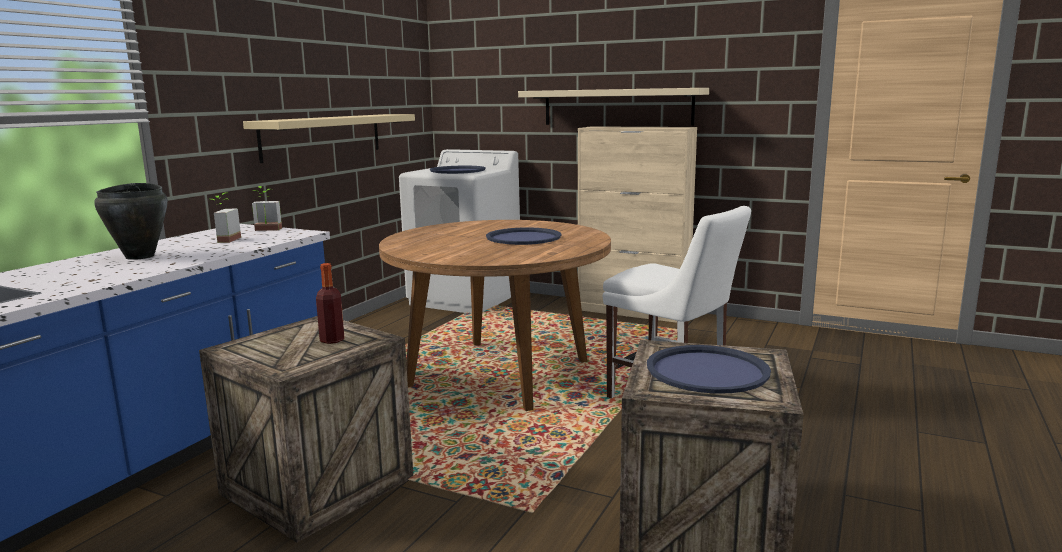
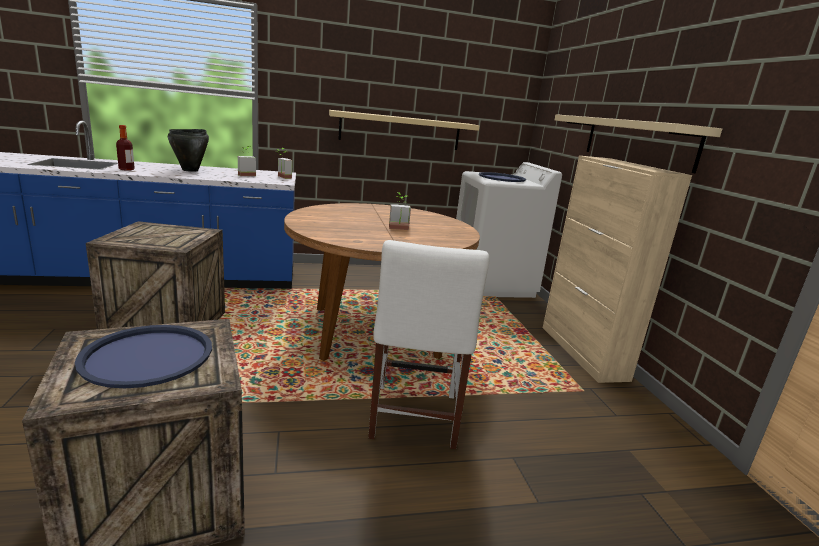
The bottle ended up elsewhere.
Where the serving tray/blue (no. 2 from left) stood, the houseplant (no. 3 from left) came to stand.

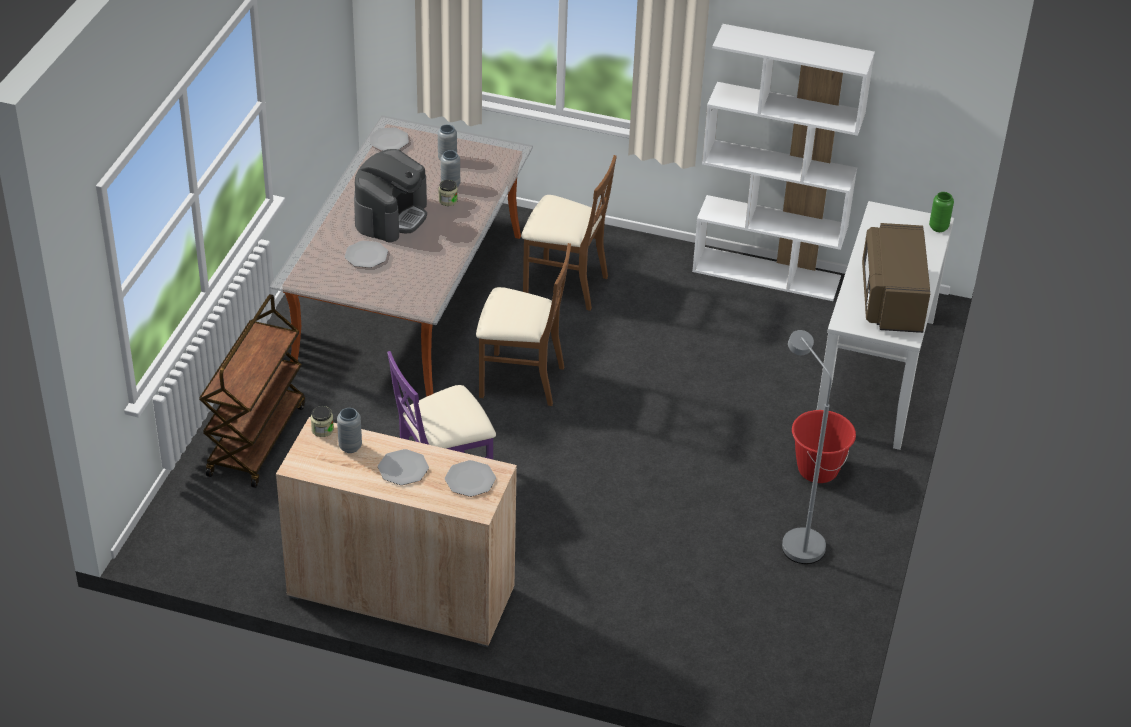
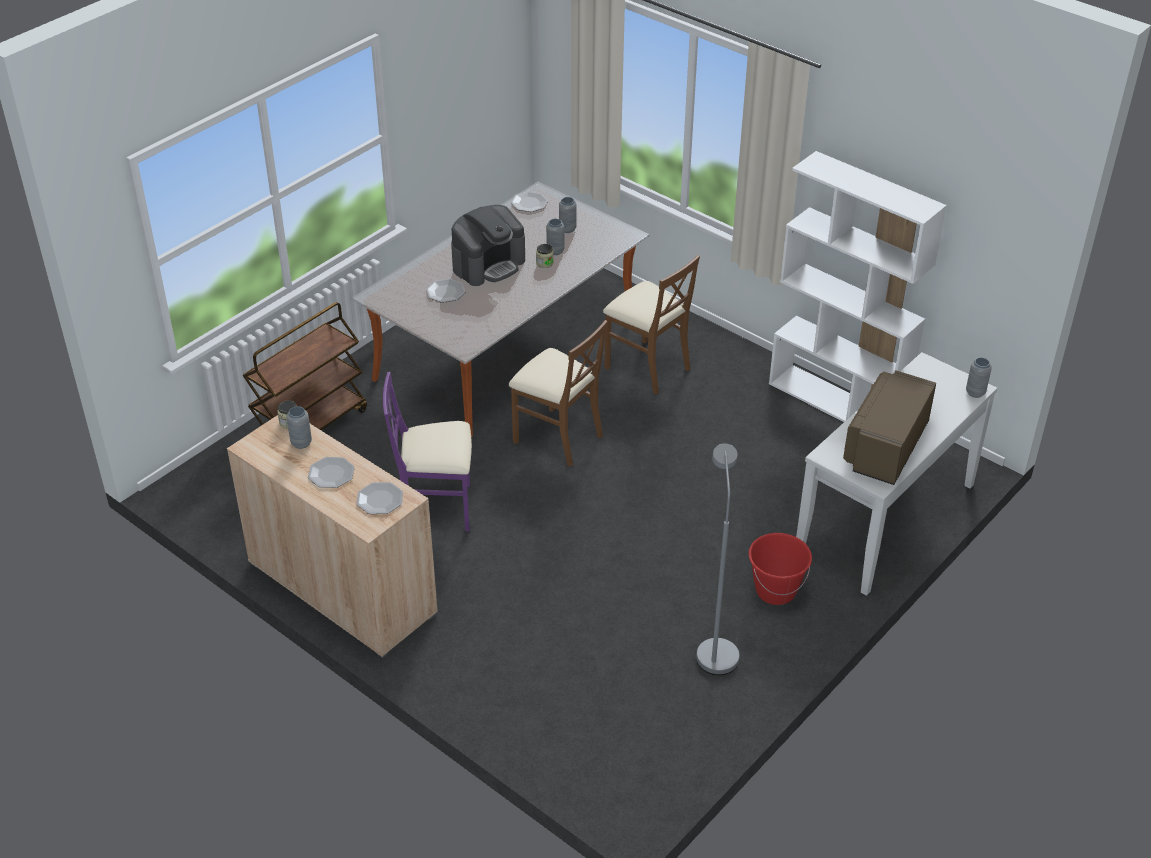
What was the flower vase/green-coloured turned into the flower vase/greyish (no. 4 from left).

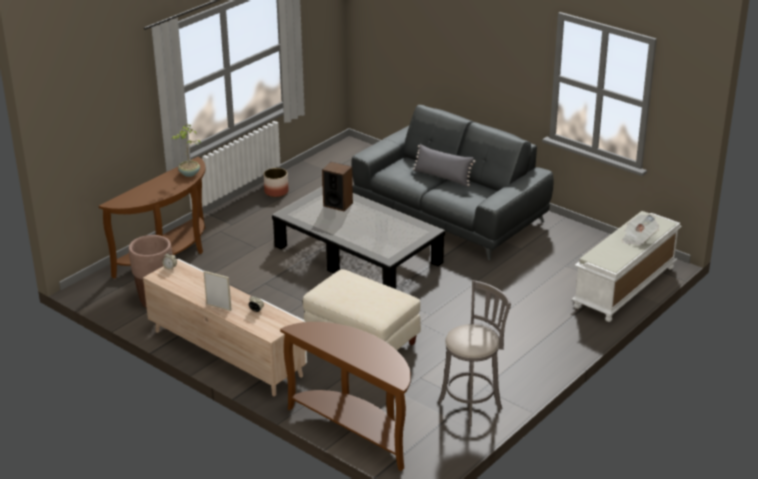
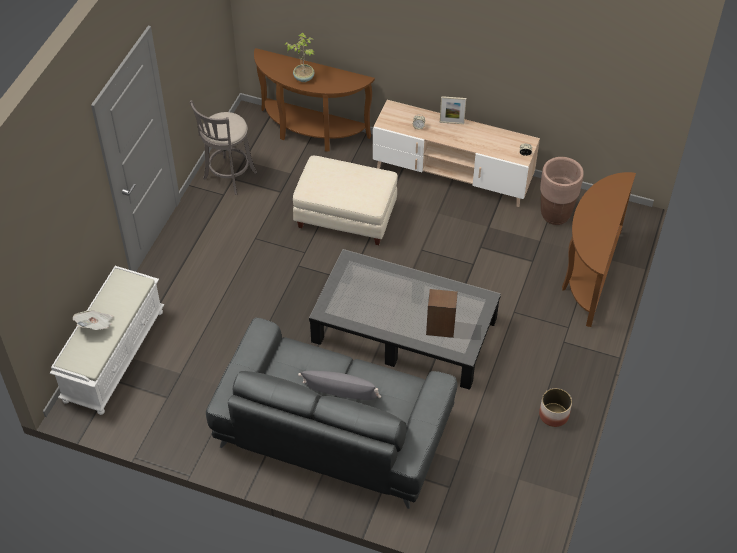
The houseplant ended up elsewhere.

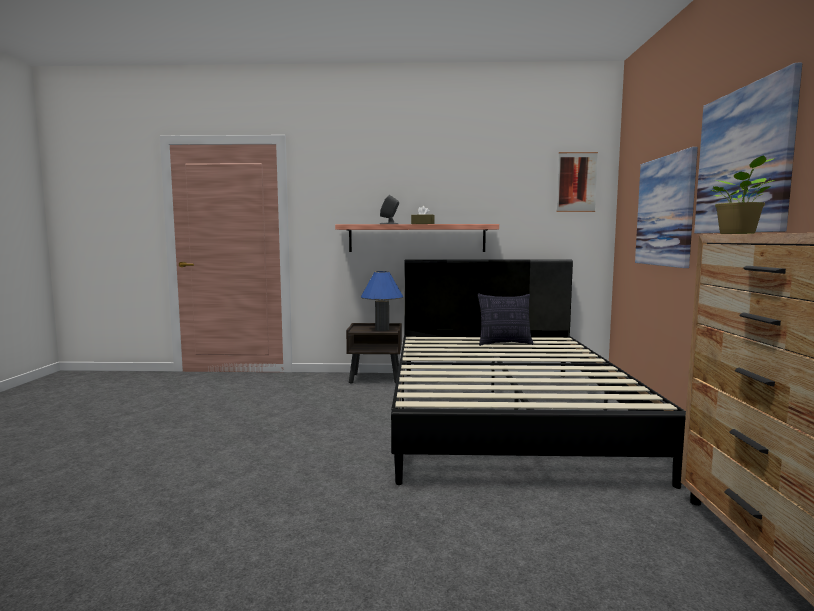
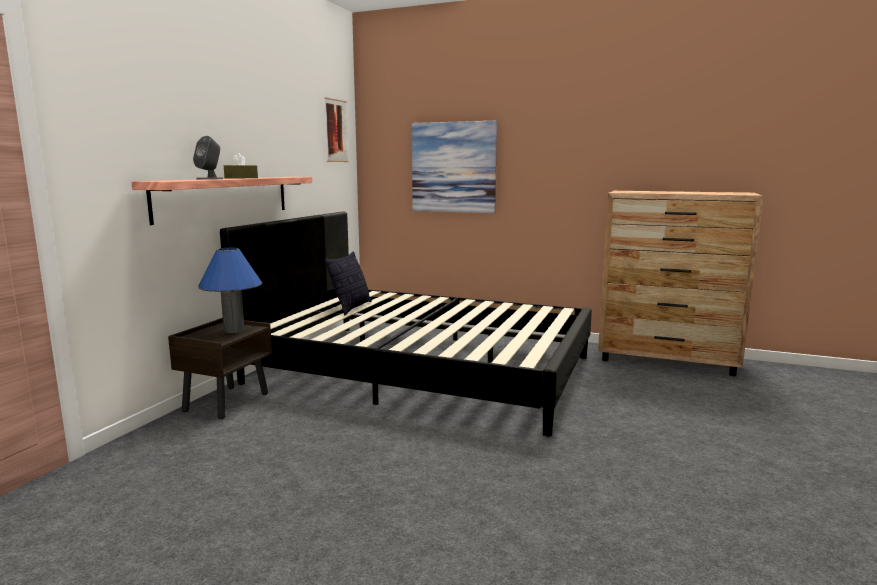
The second view lost the wall art (no. 3 from left).
The second view lost the houseplant.

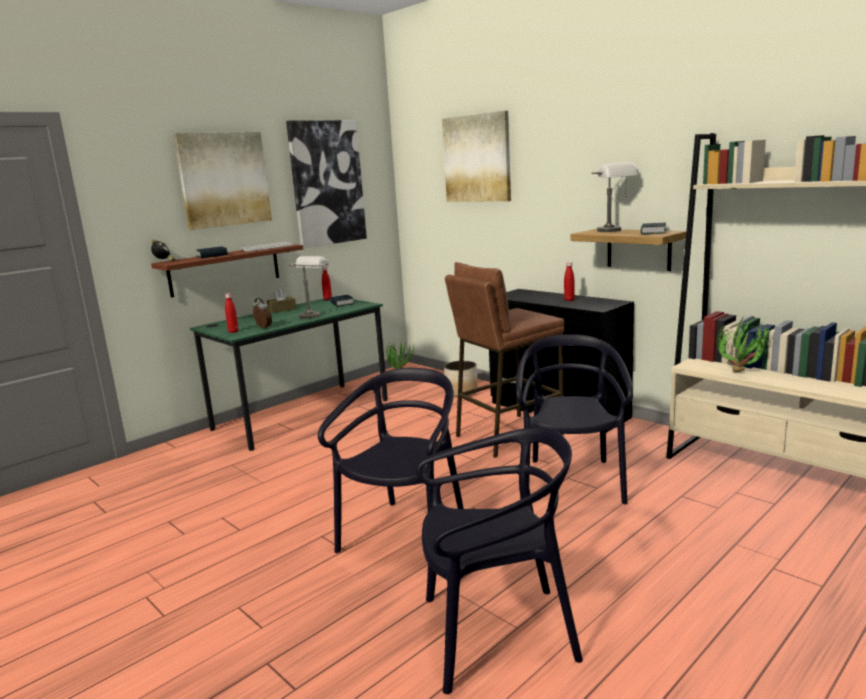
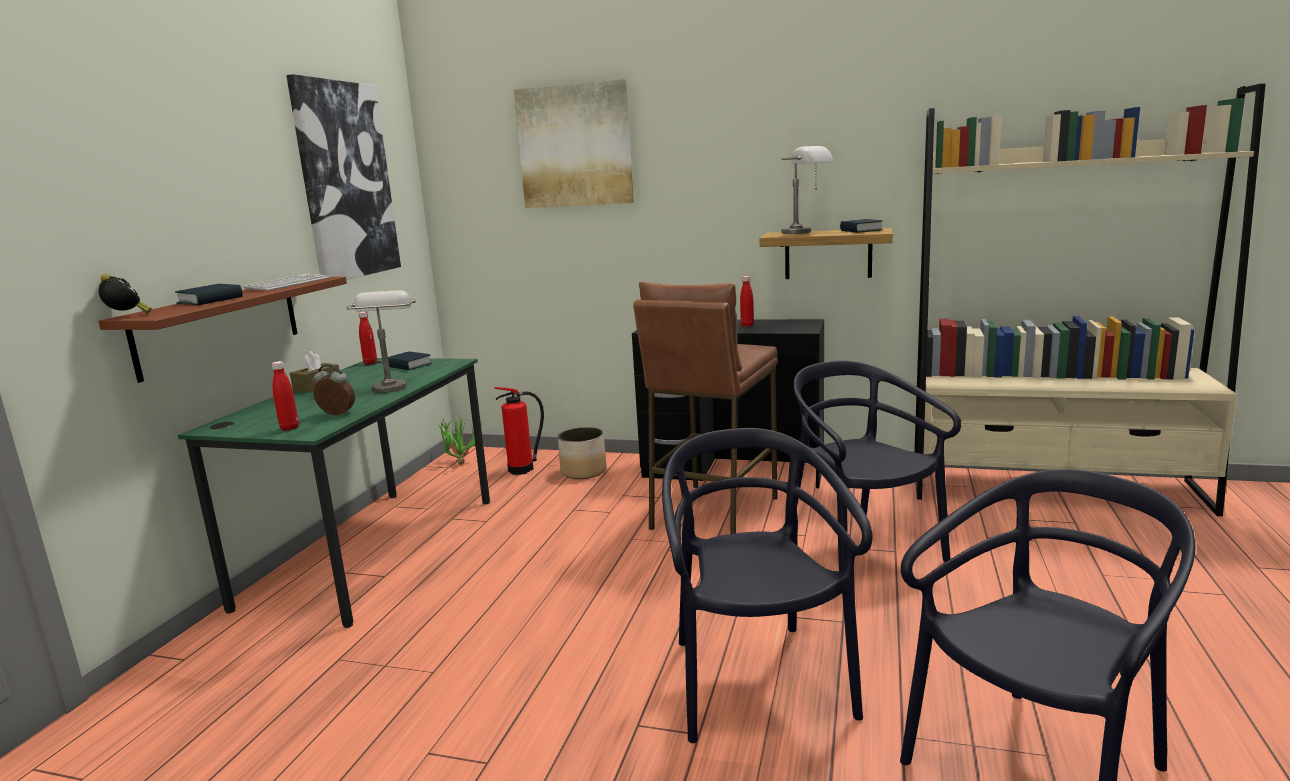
The second view gained the fire extinguisher.
The second view lost the wall art (no. 1 from left).
The second view lost the houseplant (no. 2 from left).

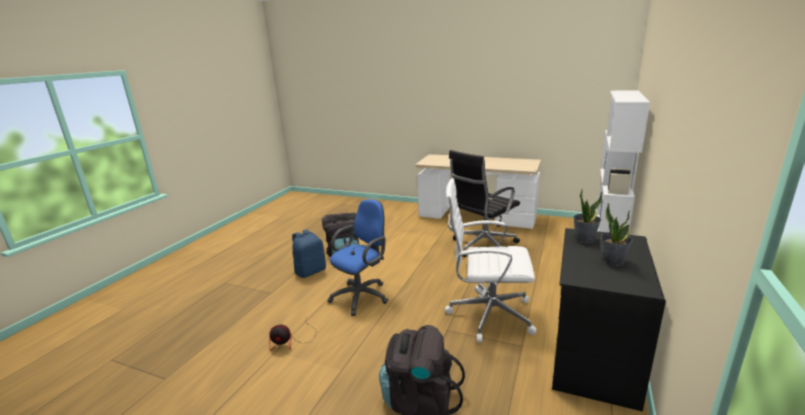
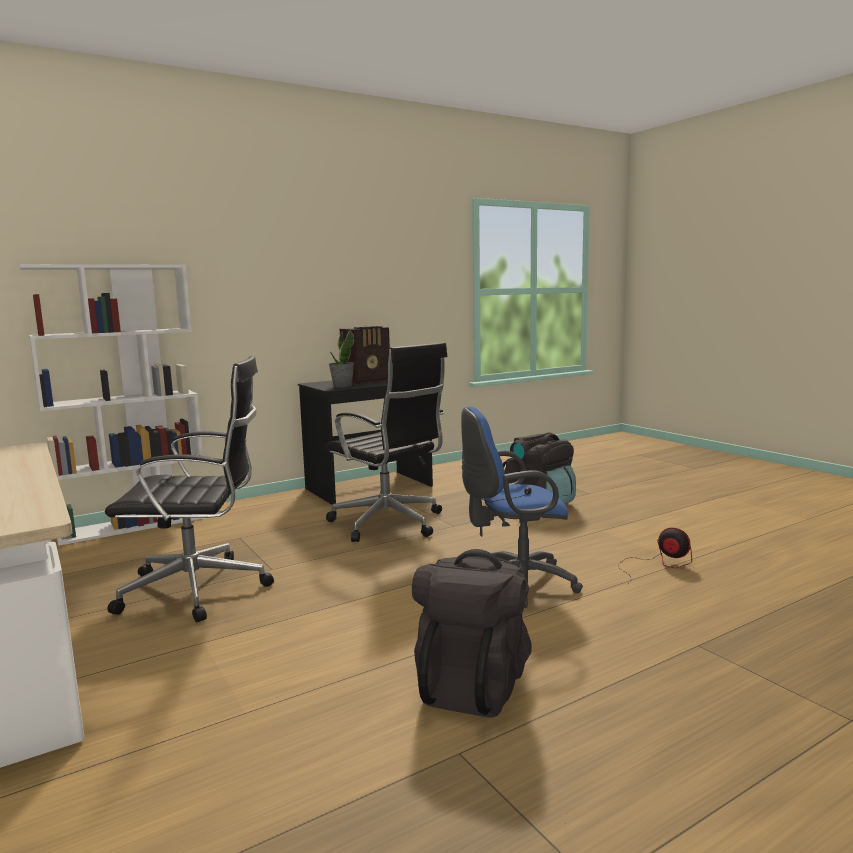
What was the desk chair/whitish turned into the desk chair/black (no. 2 from left).
Where the houseplant (no. 2 from left) stood, the radio came to stand.
The second view lost the rucksack/blue.

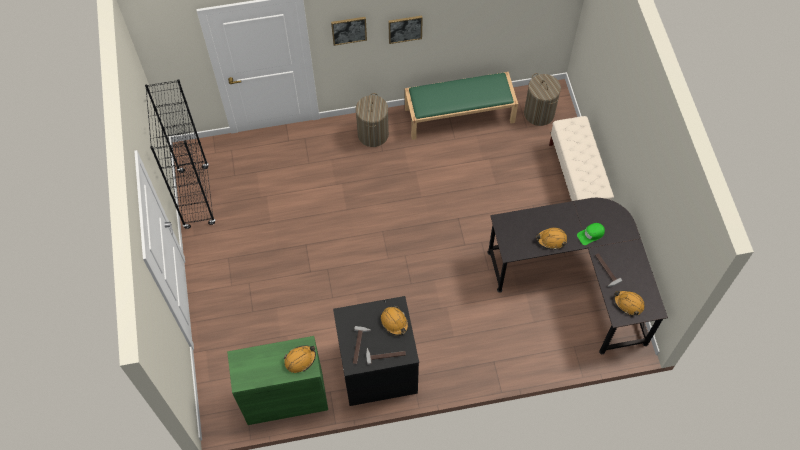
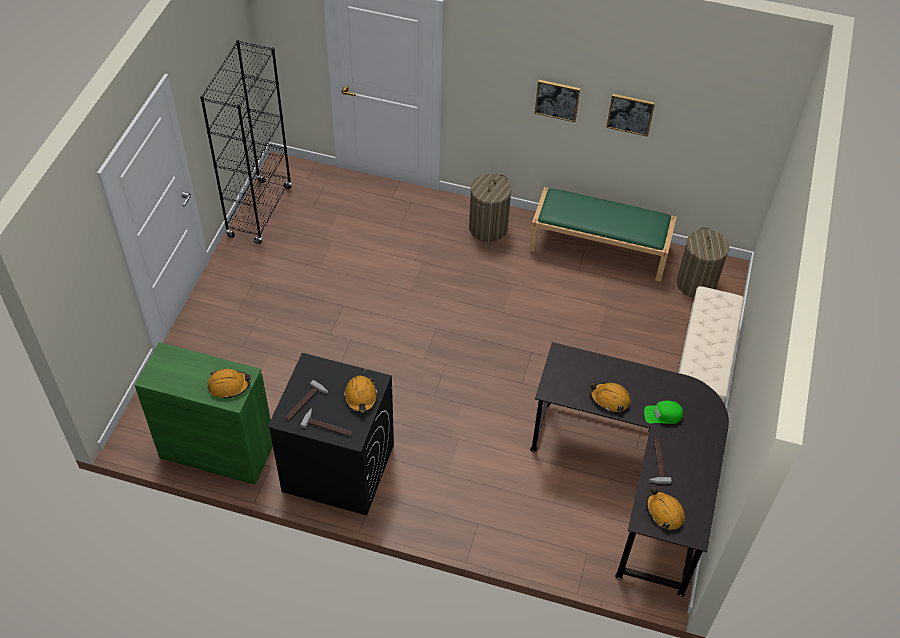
The wall art (no. 1 from left in the first image) ended up elsewhere.

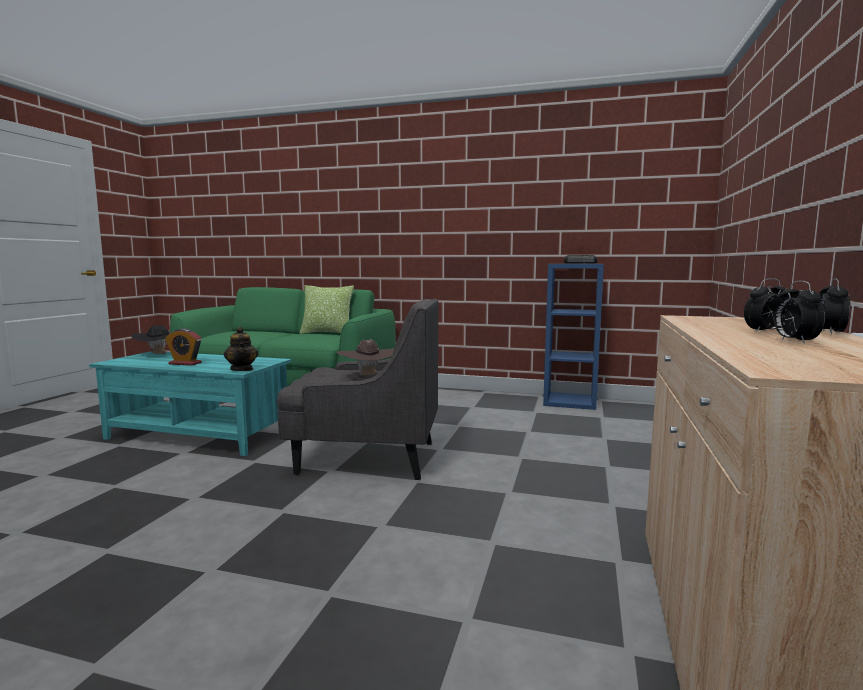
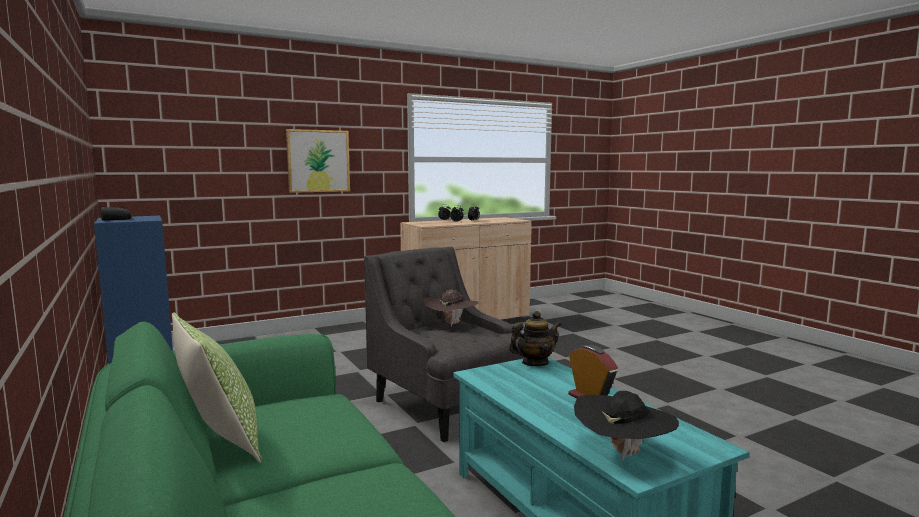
The second view gained the wall art.
The tea pot ended up facing another way, 45 degrees clockwise from before.

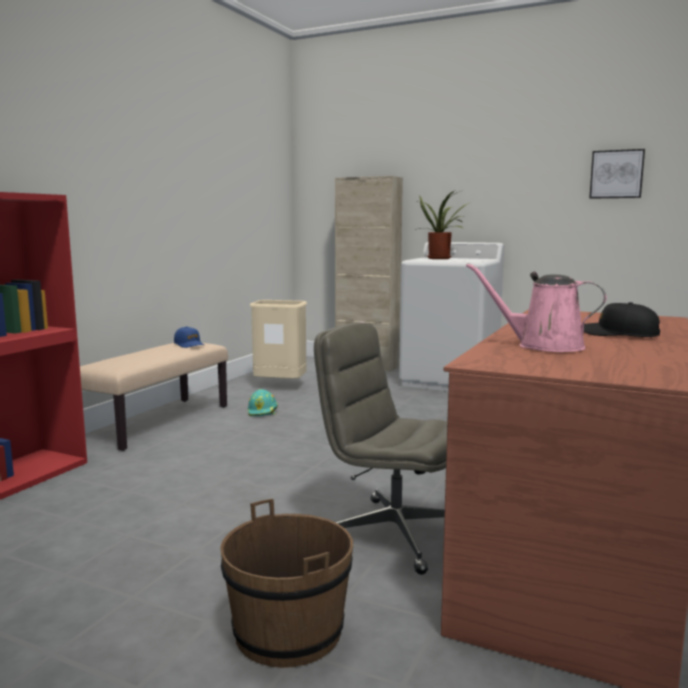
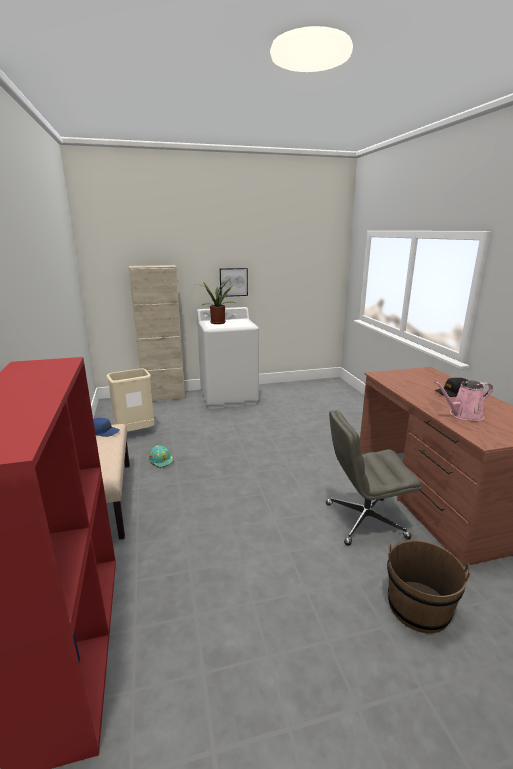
The wall art ended up elsewhere.

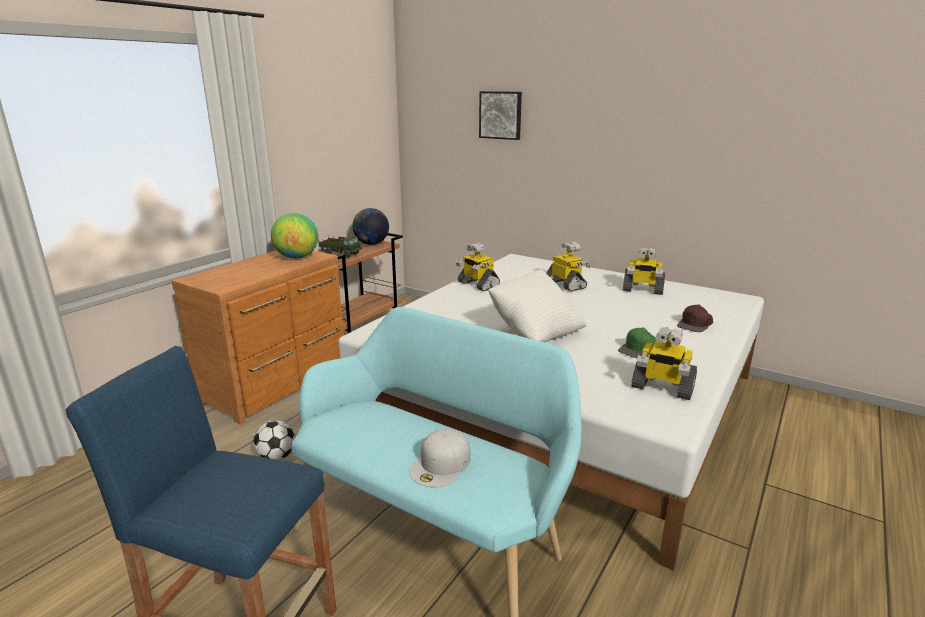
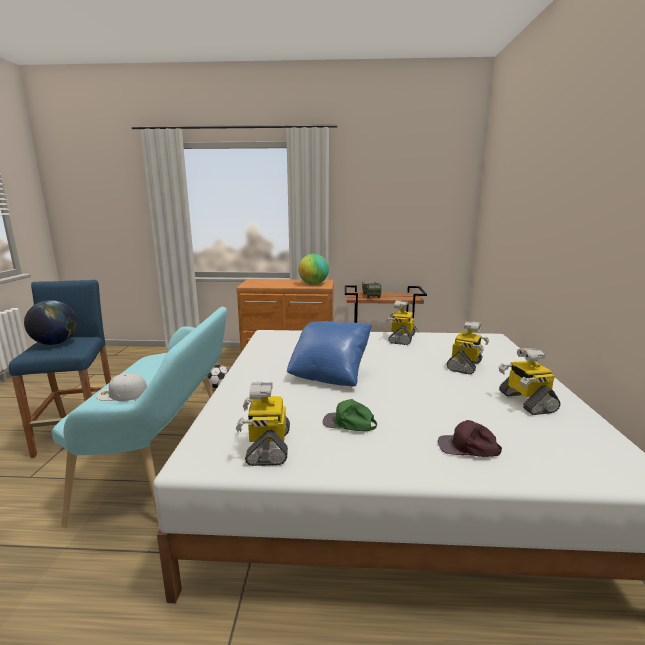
The desk globe (no. 2 from left in the first image) ended up elsewhere.
What was the pillow/whitish turned into the pillow/blue.
The second view lost the wall art.

